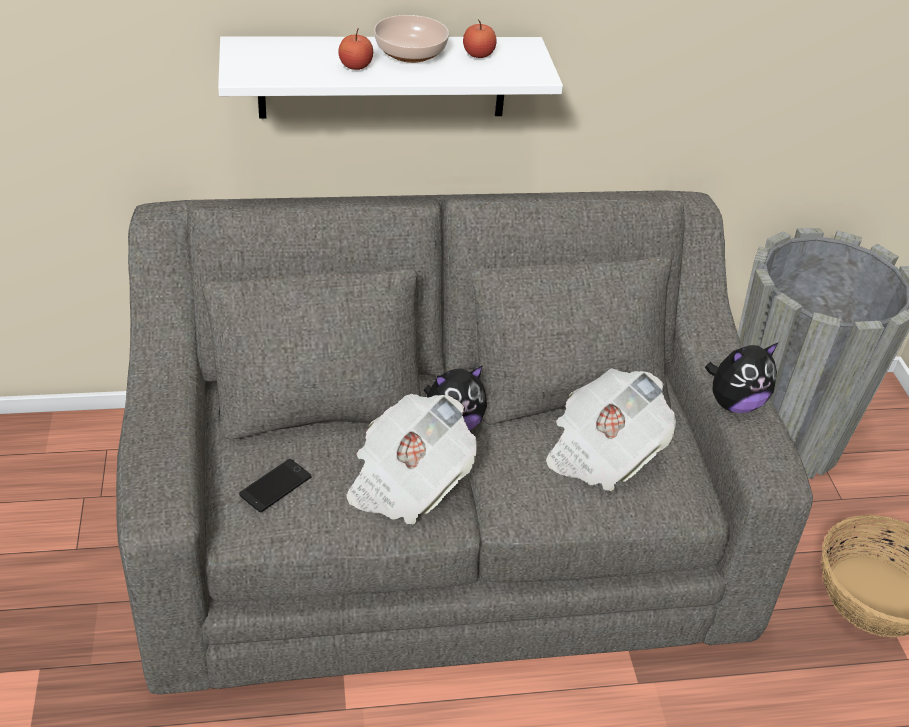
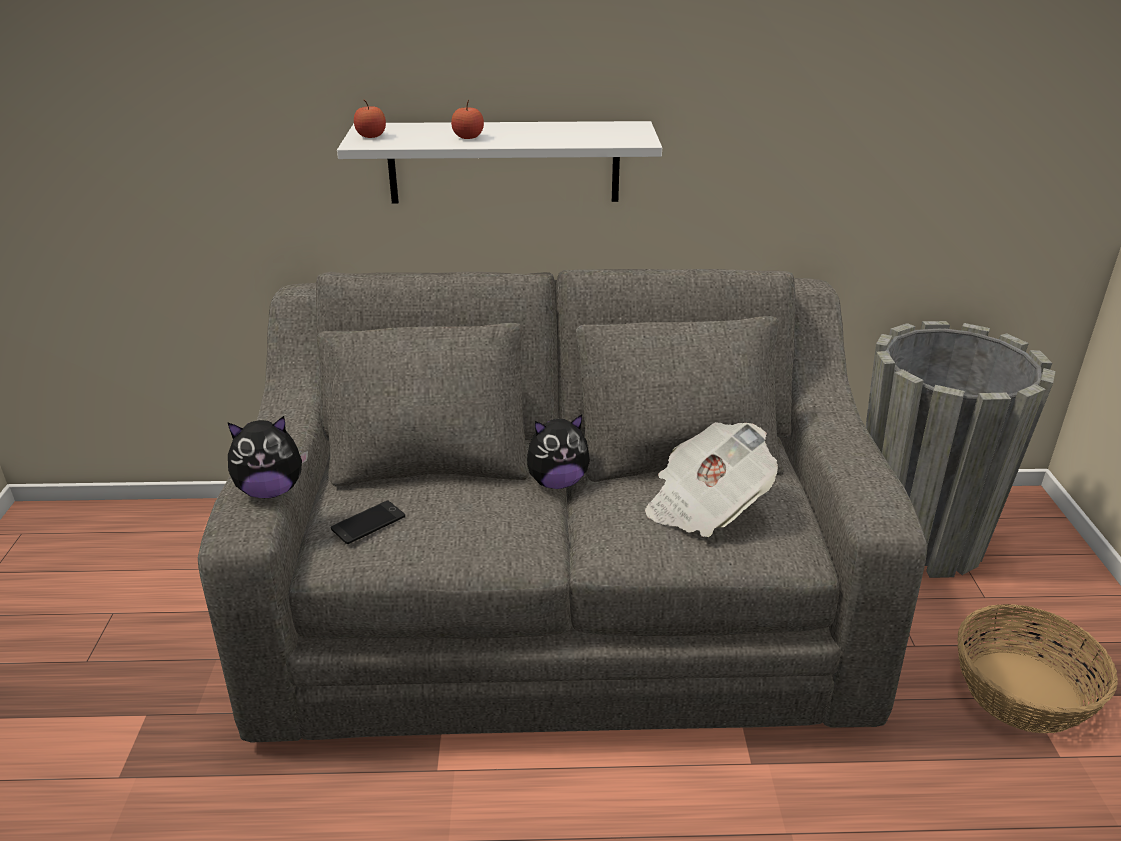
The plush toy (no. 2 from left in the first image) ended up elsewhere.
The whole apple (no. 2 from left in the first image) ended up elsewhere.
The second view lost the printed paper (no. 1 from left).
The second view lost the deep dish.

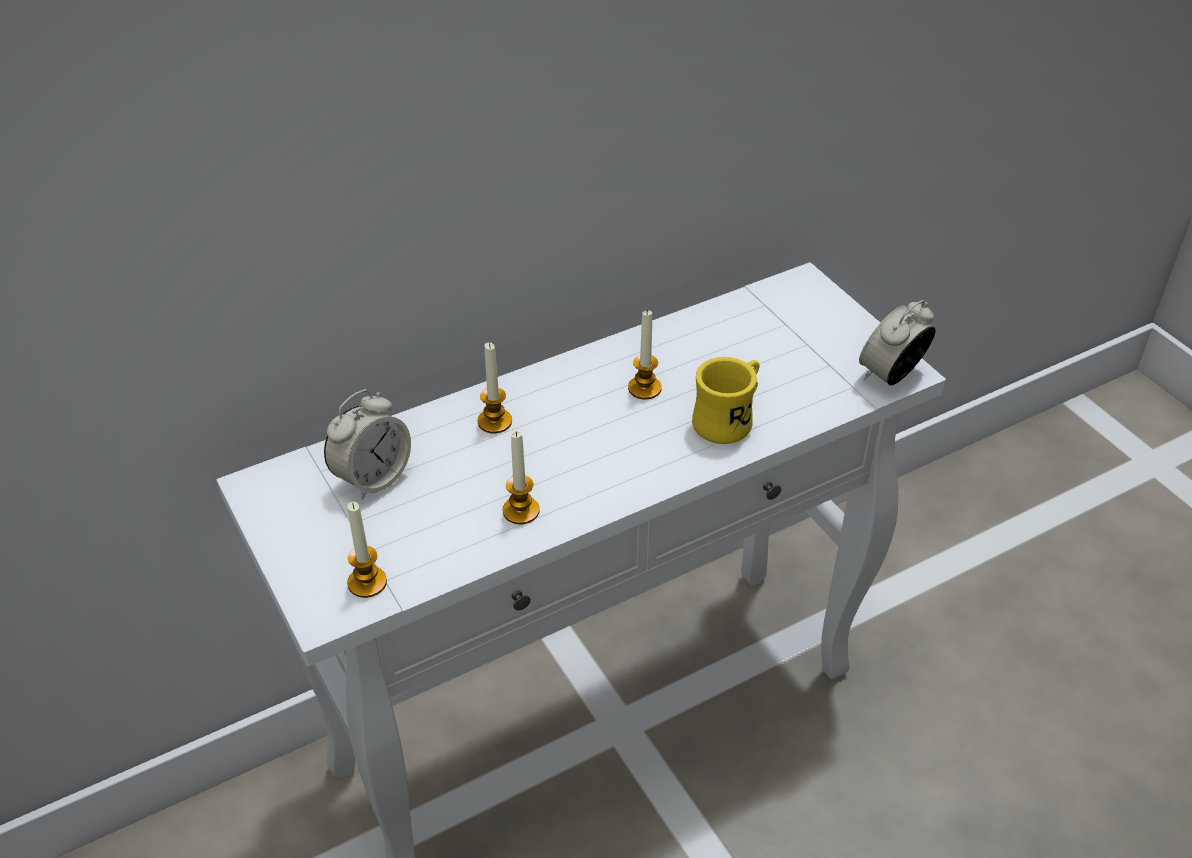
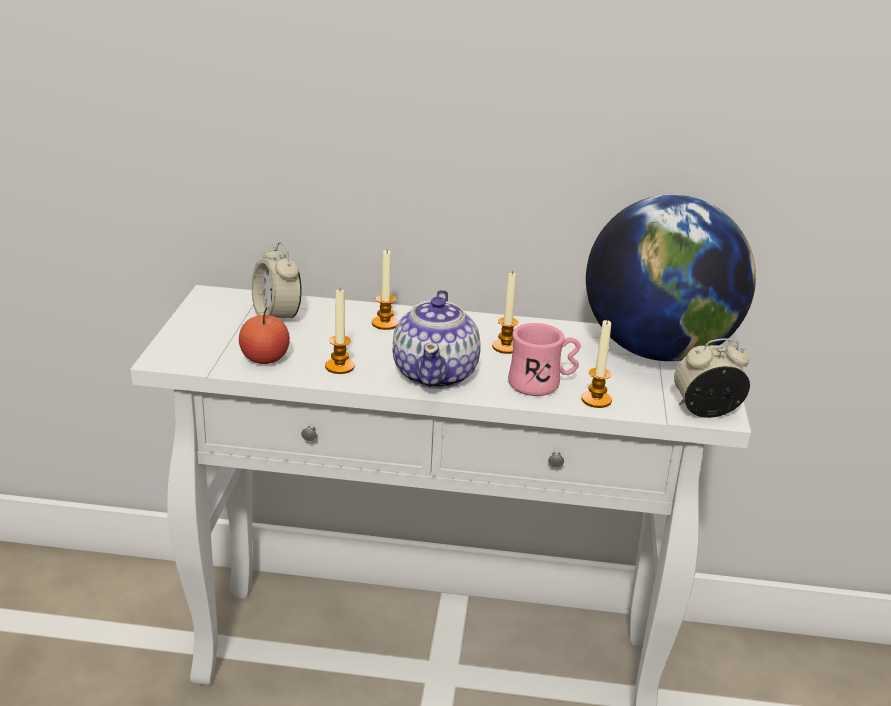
The second view gained the whole apple.
The bedside clock (no. 1 from left) ended up facing another way, 75 degrees clockwise from before.
The second view gained the tea pot.
What was the mug/yellowish turned into the mug/pink-coloured.
The wax light (no. 1 from left in the first image) ended up elsewhere.
The second view gained the desk globe.

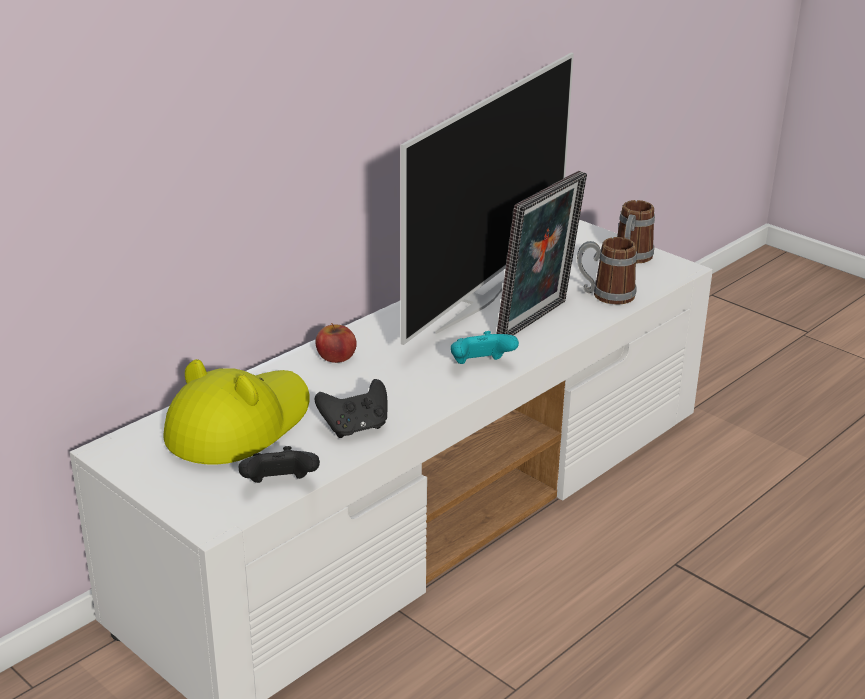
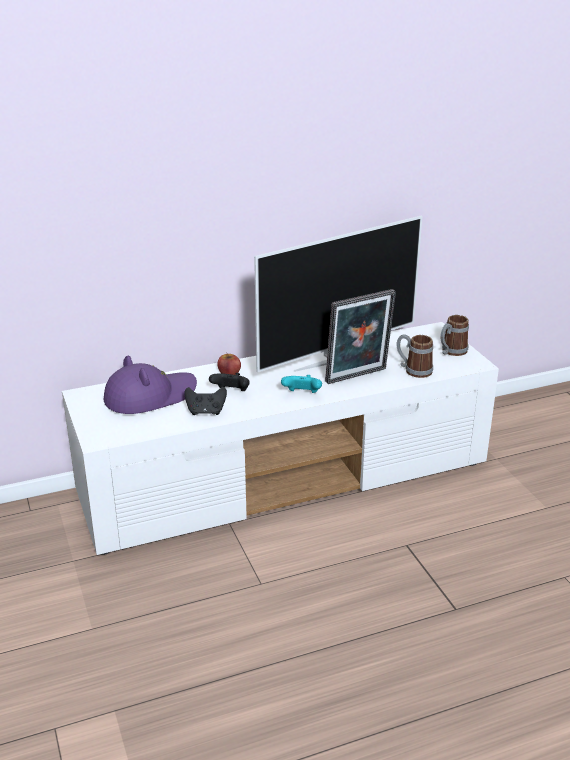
What was the clothing hat/yellowish turned into the clothing hat/purplish.
The joypad/black (no. 1 from left in the first image) ended up elsewhere.

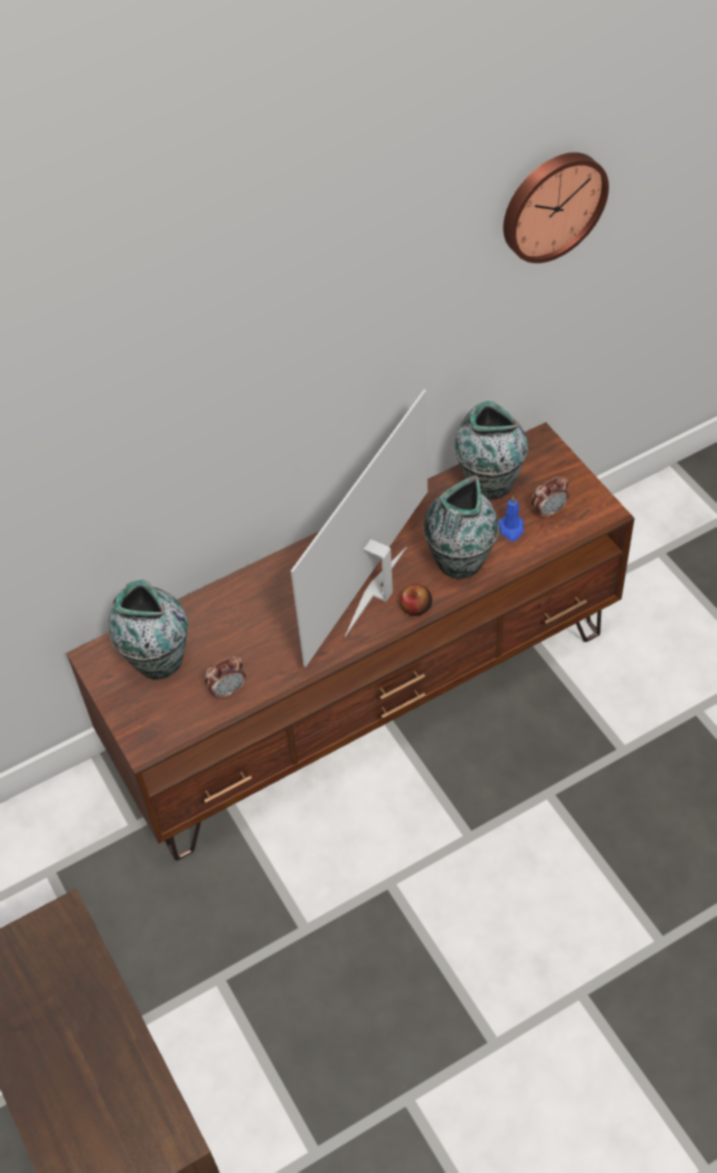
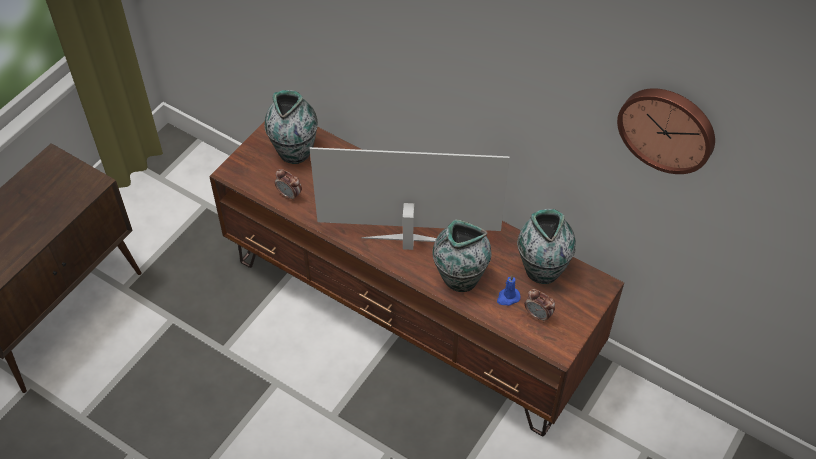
The second view lost the whole apple.

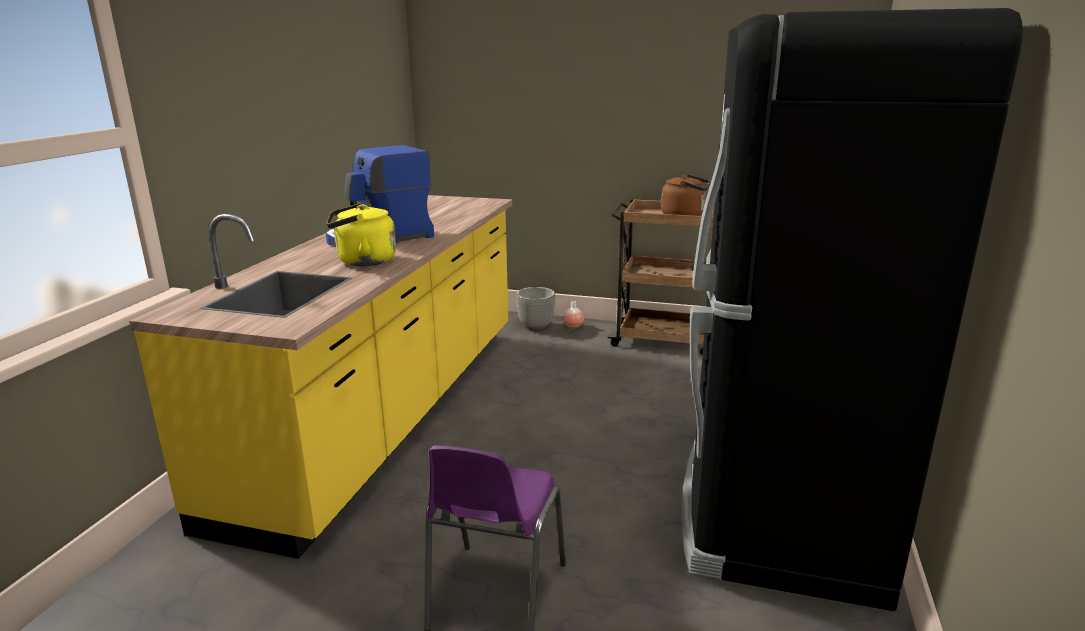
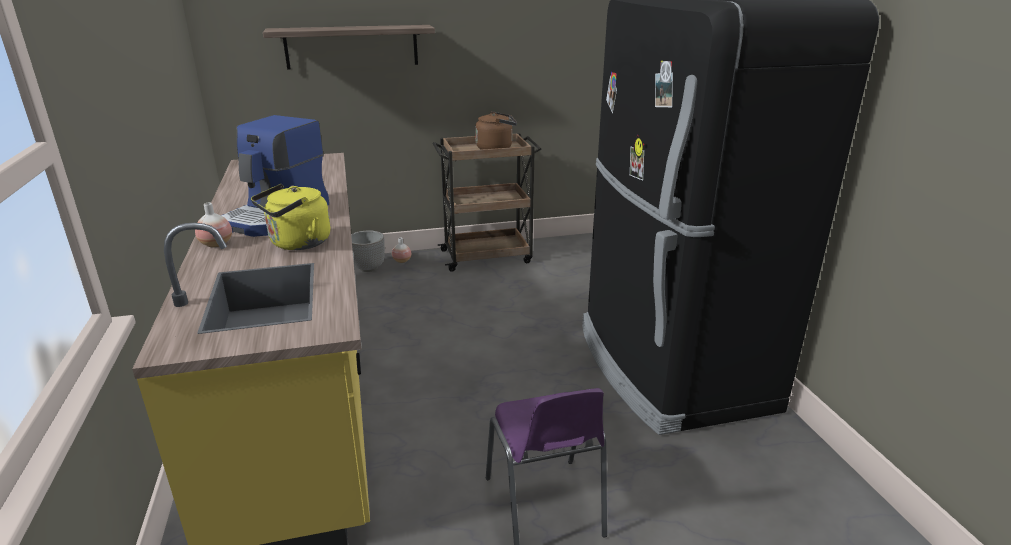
The second view gained the flower vase (no. 1 from left).
The second view gained the shelf.

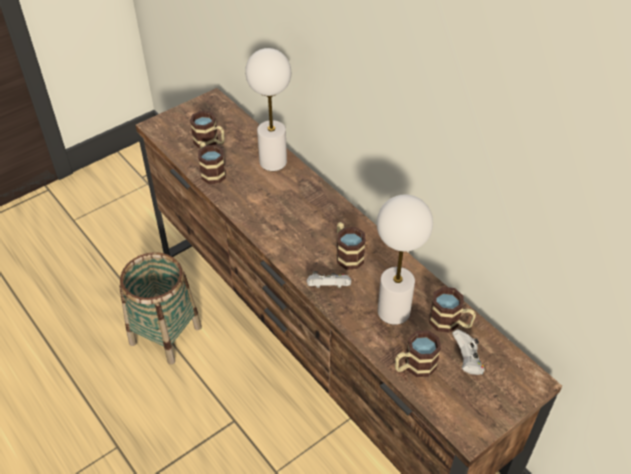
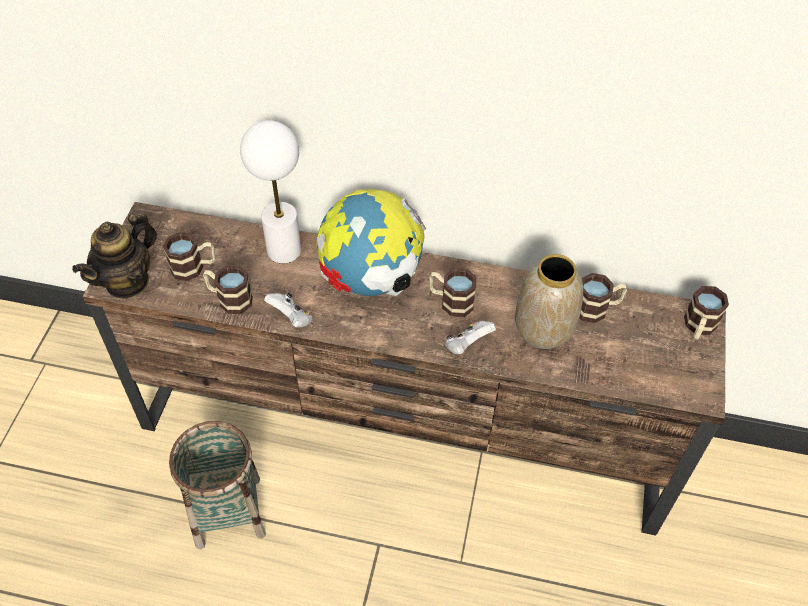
The second view gained the tea pot.
The joypad/whitish (no. 2 from left in the first image) ended up elsewhere.
The second view gained the desk globe.
Where the tabletop lamp/whitish (no. 2 from left) stood, the flower vase came to stand.
The mug (no. 4 from left in the first image) ended up elsewhere.

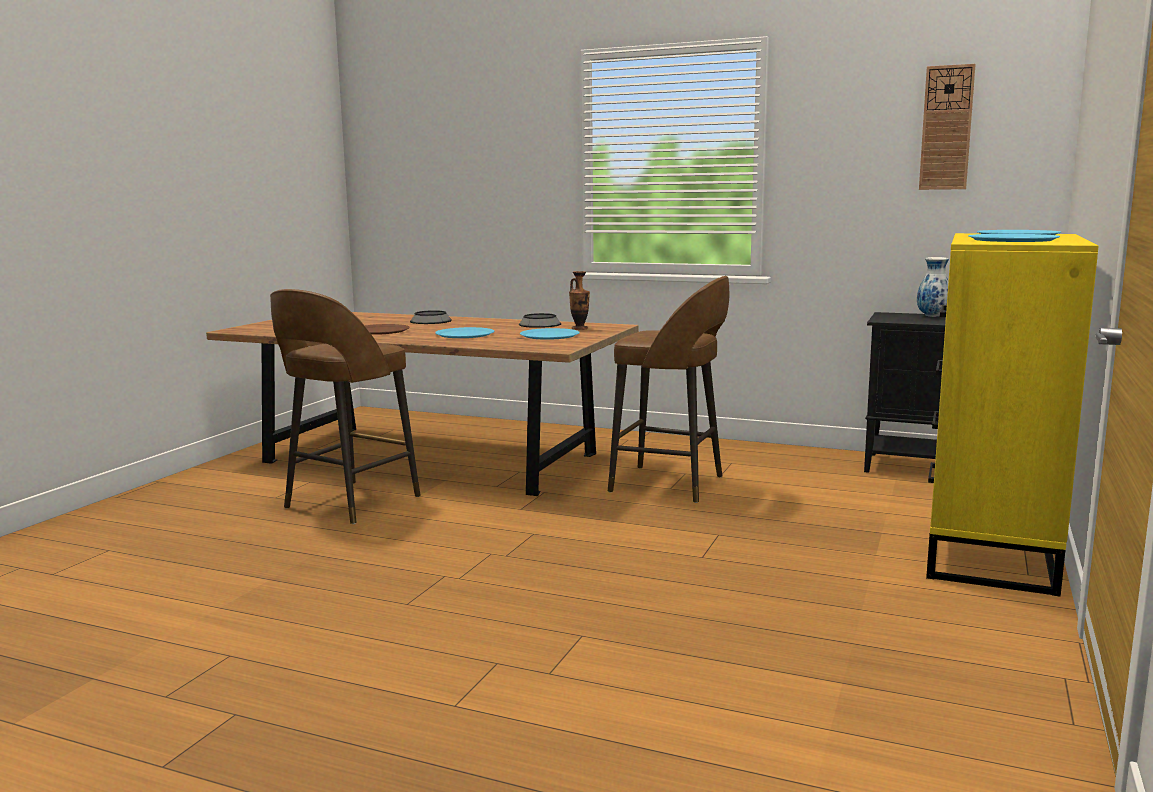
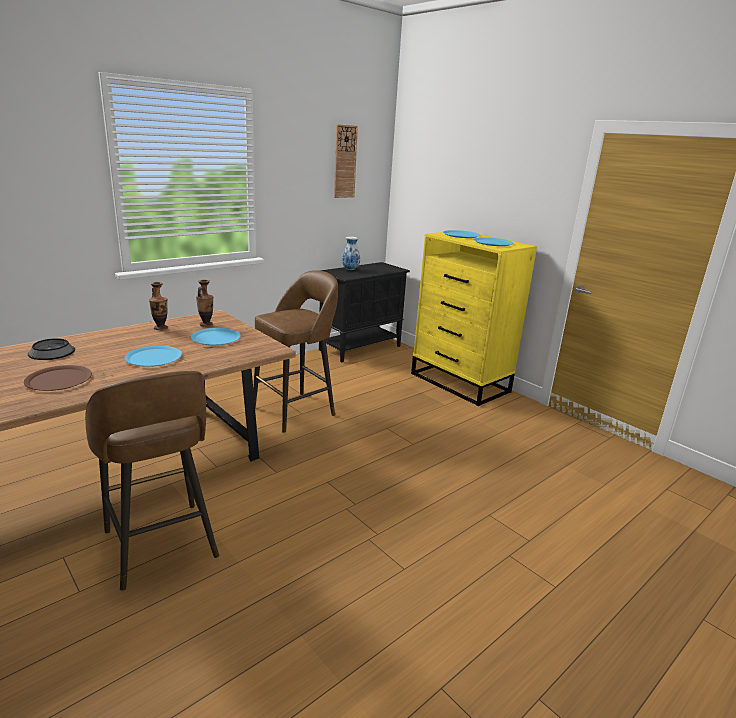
Where the deep dish (no. 2 from left) stood, the flower vase (no. 1 from left) came to stand.

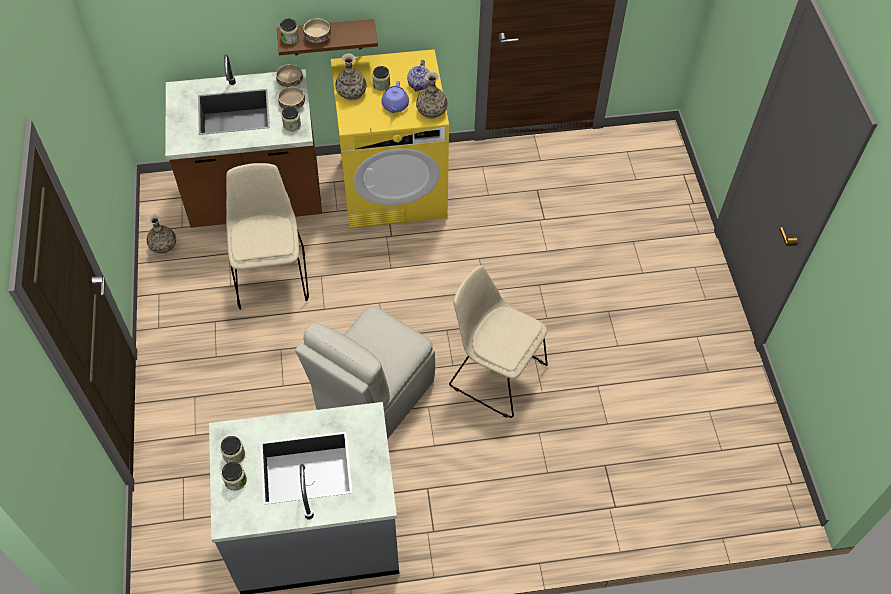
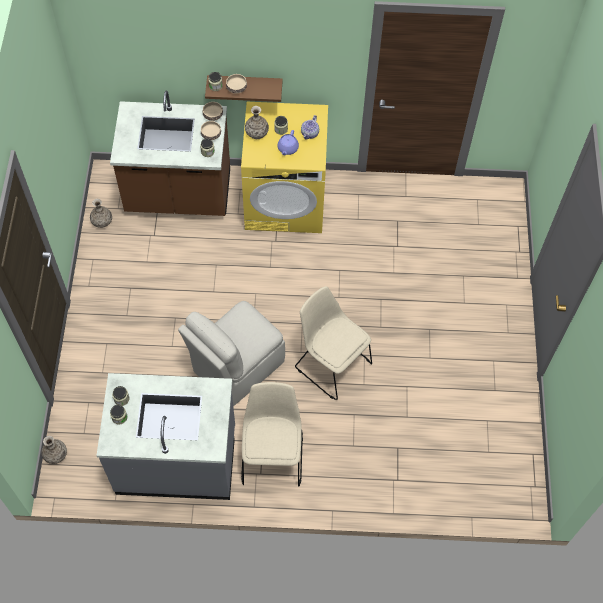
The flower vase (no. 3 from left in the first image) ended up elsewhere.
The plain chair/beige (no. 1 from left in the first image) ended up elsewhere.

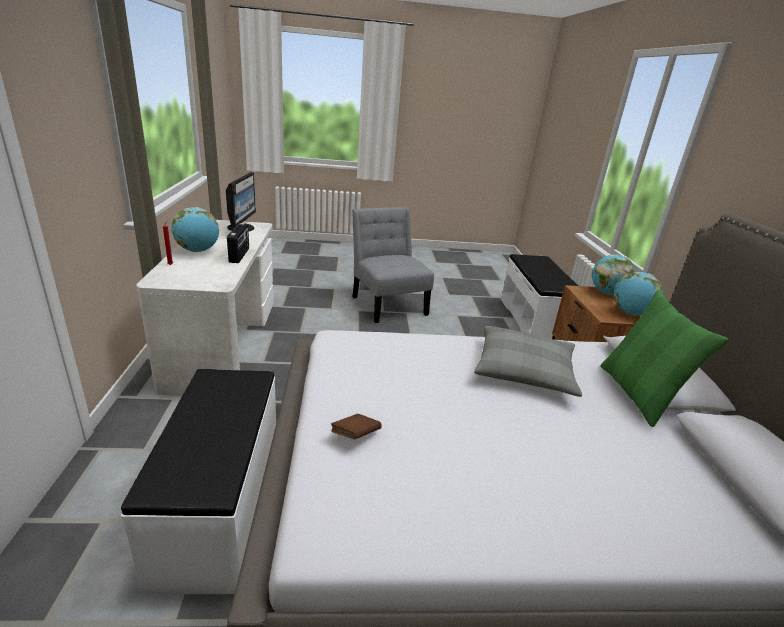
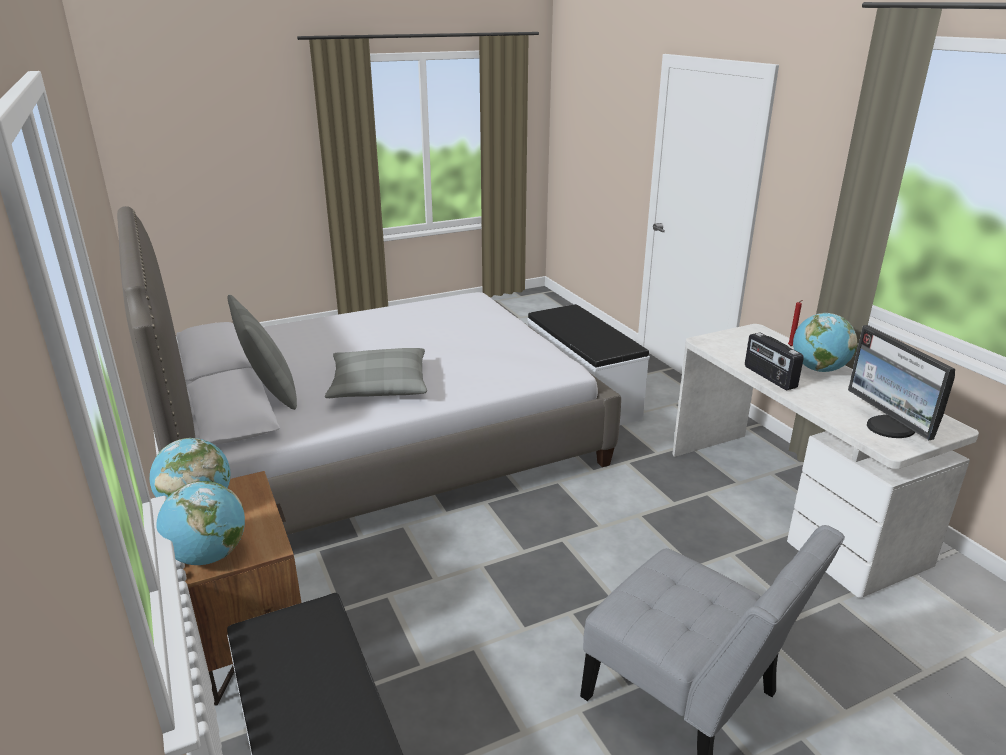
What was the pillow/green-coloured turned into the pillow/greyish (no. 1 from left).
The second view lost the bound book/brownish.

